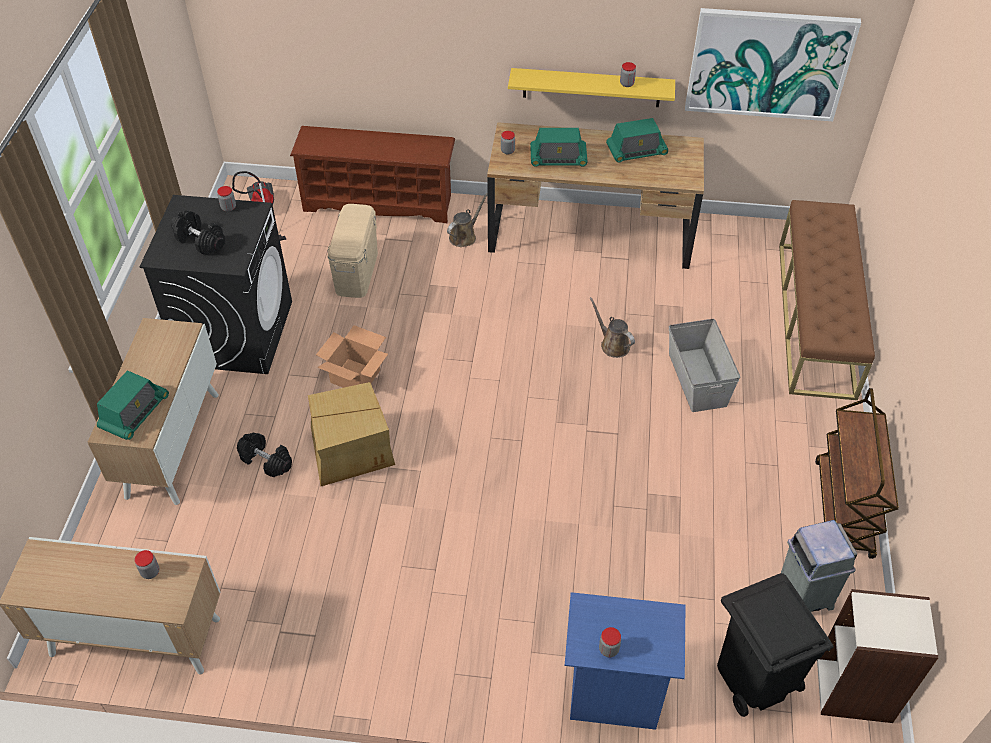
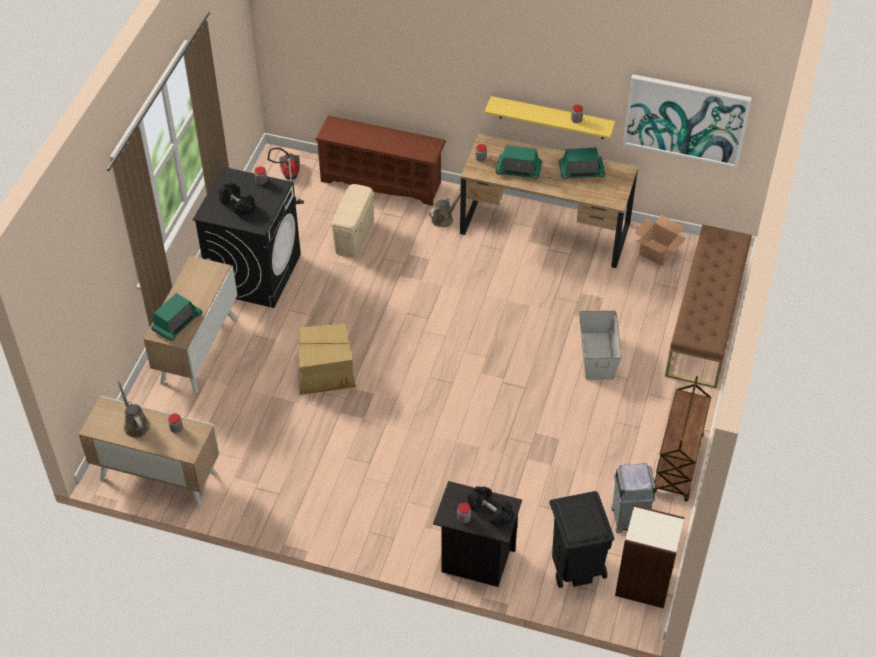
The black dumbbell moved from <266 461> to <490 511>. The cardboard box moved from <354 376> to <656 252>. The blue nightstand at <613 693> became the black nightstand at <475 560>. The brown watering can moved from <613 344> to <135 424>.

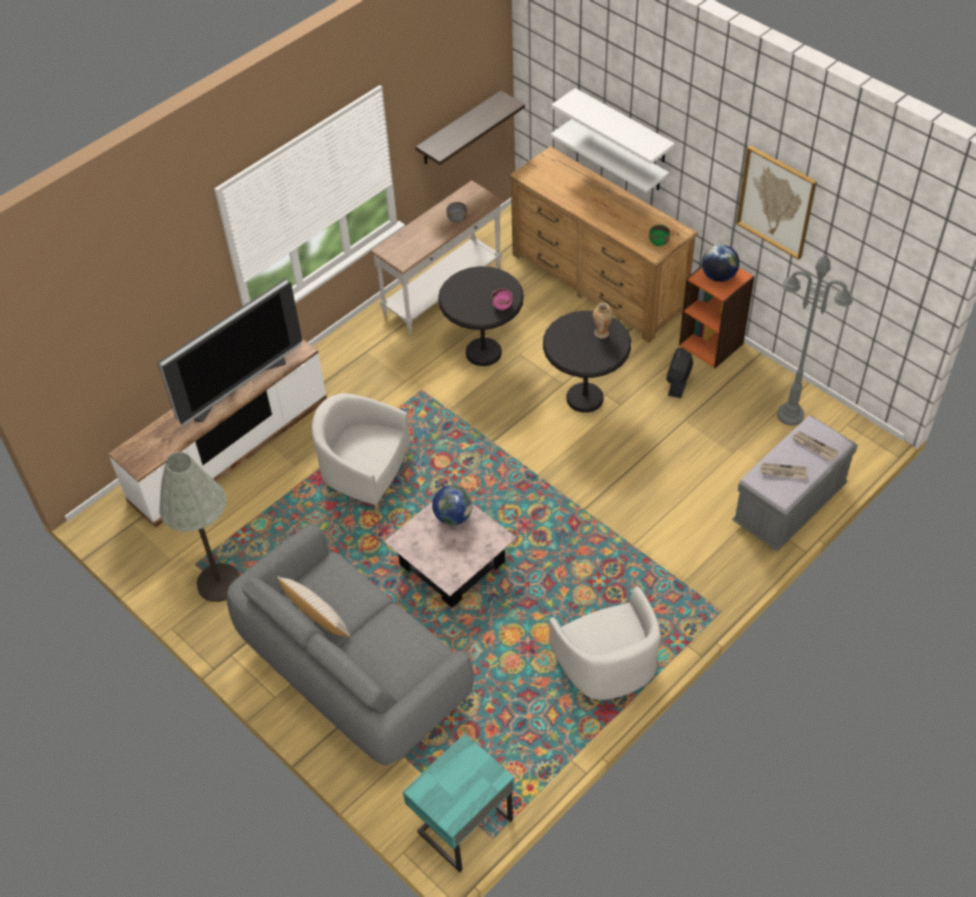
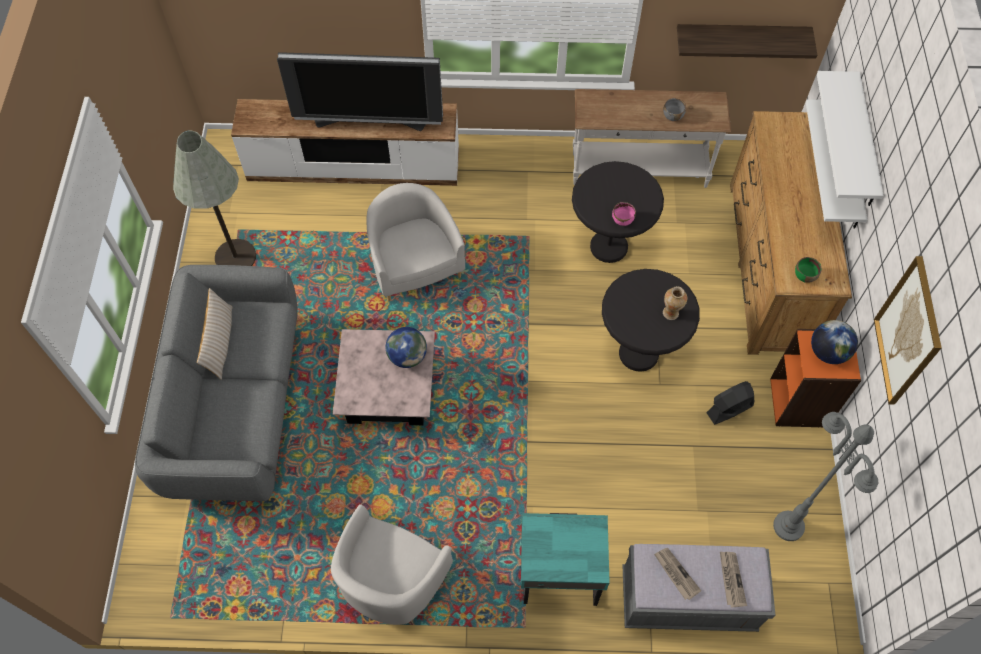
The turquoise nightstand moved from <462 825> to <559 573>.

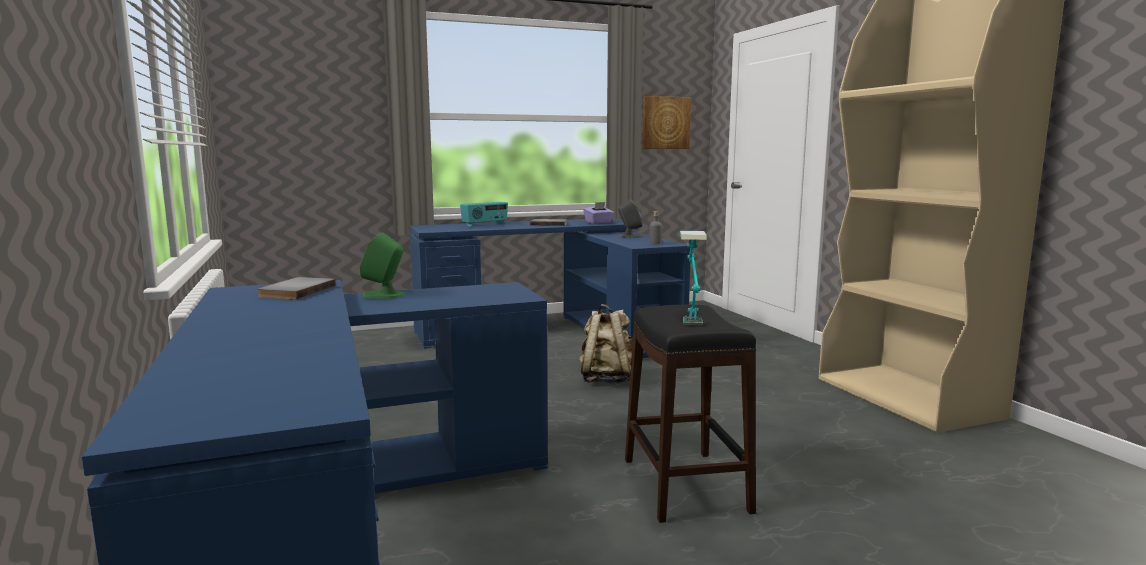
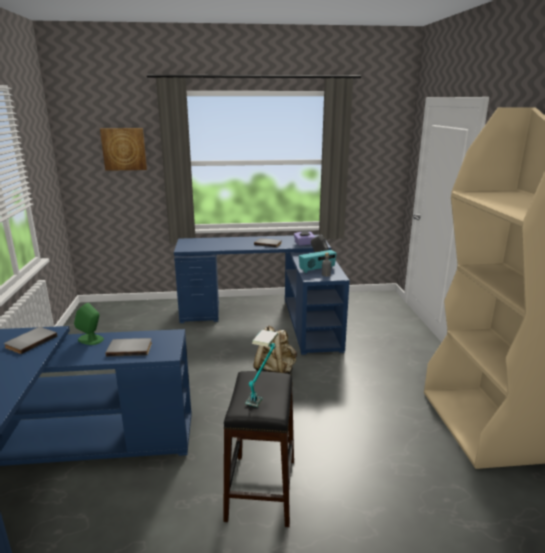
The radio moved from <485 224> to <317 269>. The picture moved from <665 123> to <124 149>. The grey book at <130 348> appeared.

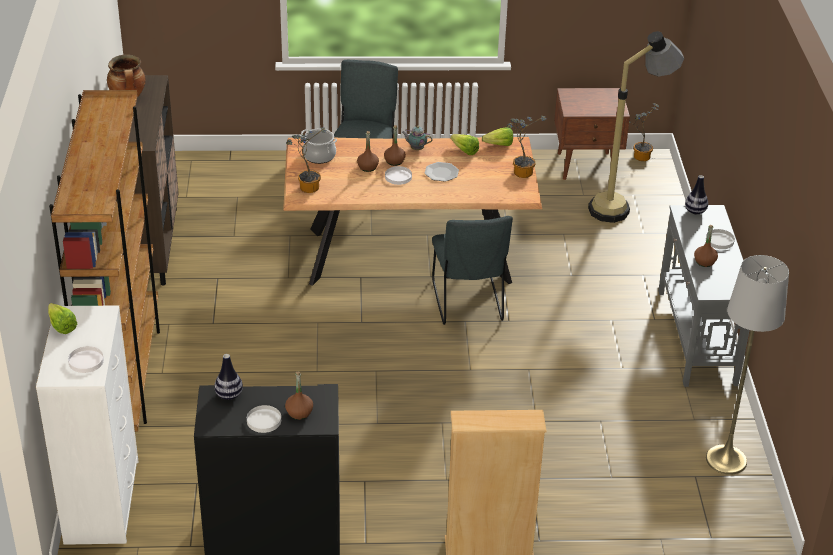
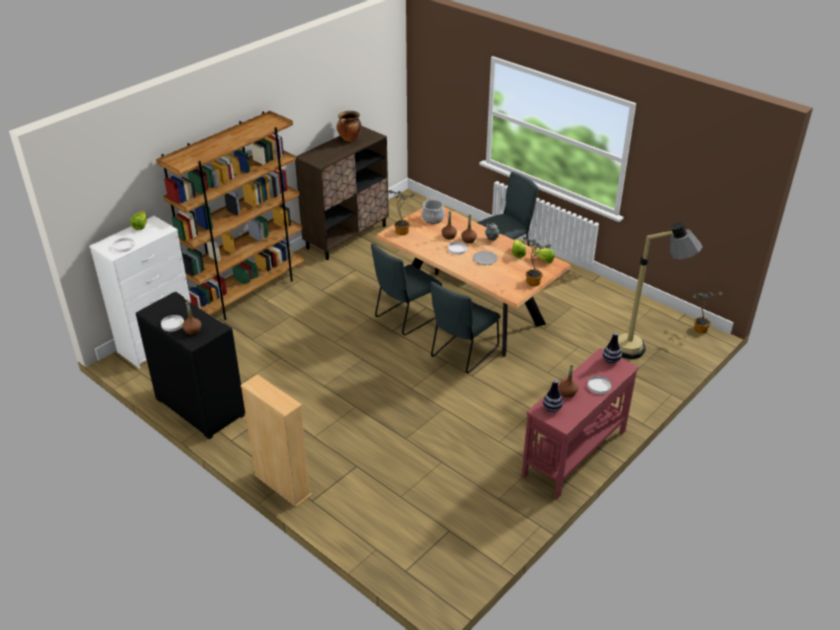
The vase moved from <229 395> to <552 408>. The brown nightstand at <587 166> disappeared. The grey console table at <696 337> became the red console table at <574 453>. The grey floor lamp at <726 460> disappeared. The grey chair at <406 317> appeared.

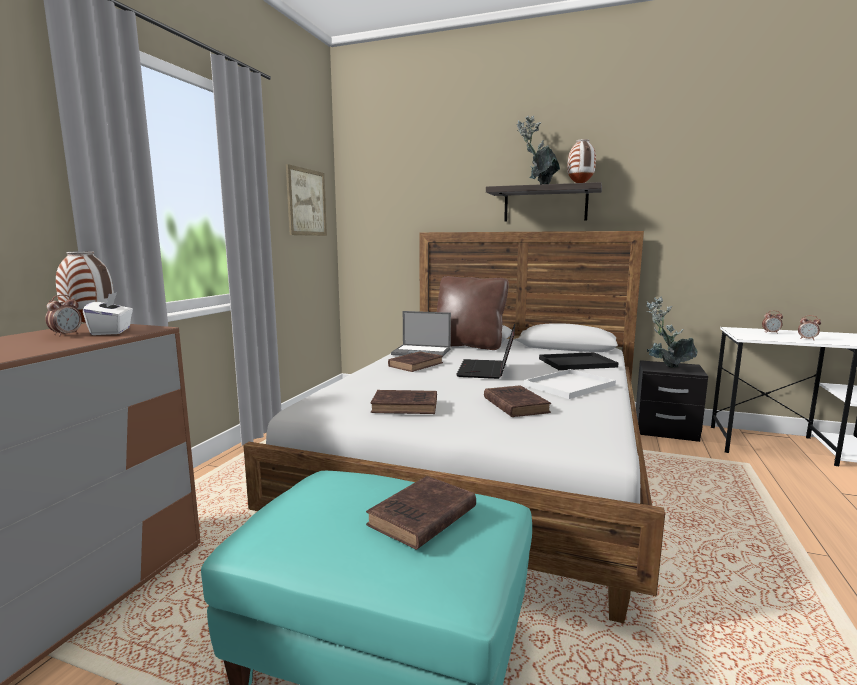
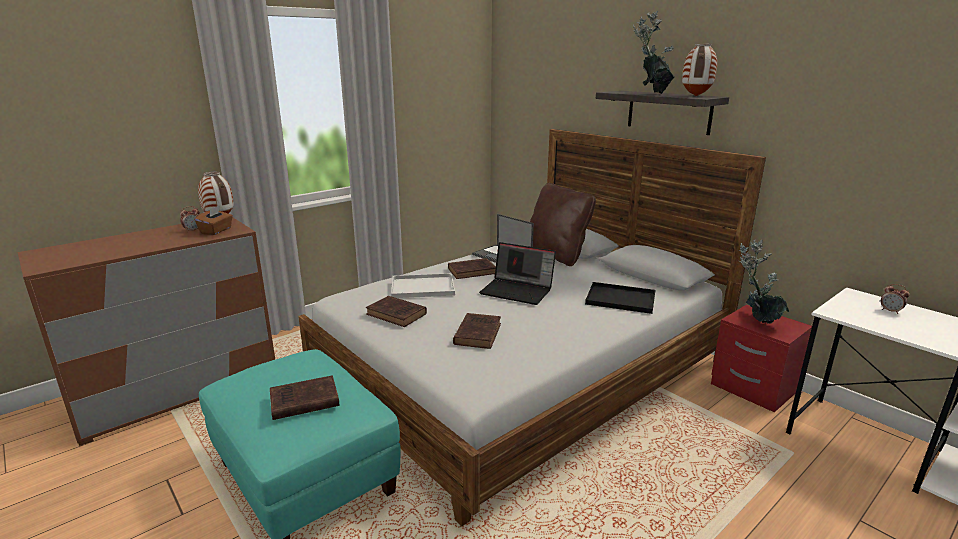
The white tissue box at <112 331> became the brown tissue box at <216 231>. The picture at <306 202> disappeared. The laptop at <487 370> turned 105 degrees counterclockwise. The white tray moved from <569 386> to <421 287>. The black nightstand at <665 431> became the red nightstand at <751 389>. The alarm clock at <807 339> disappeared.

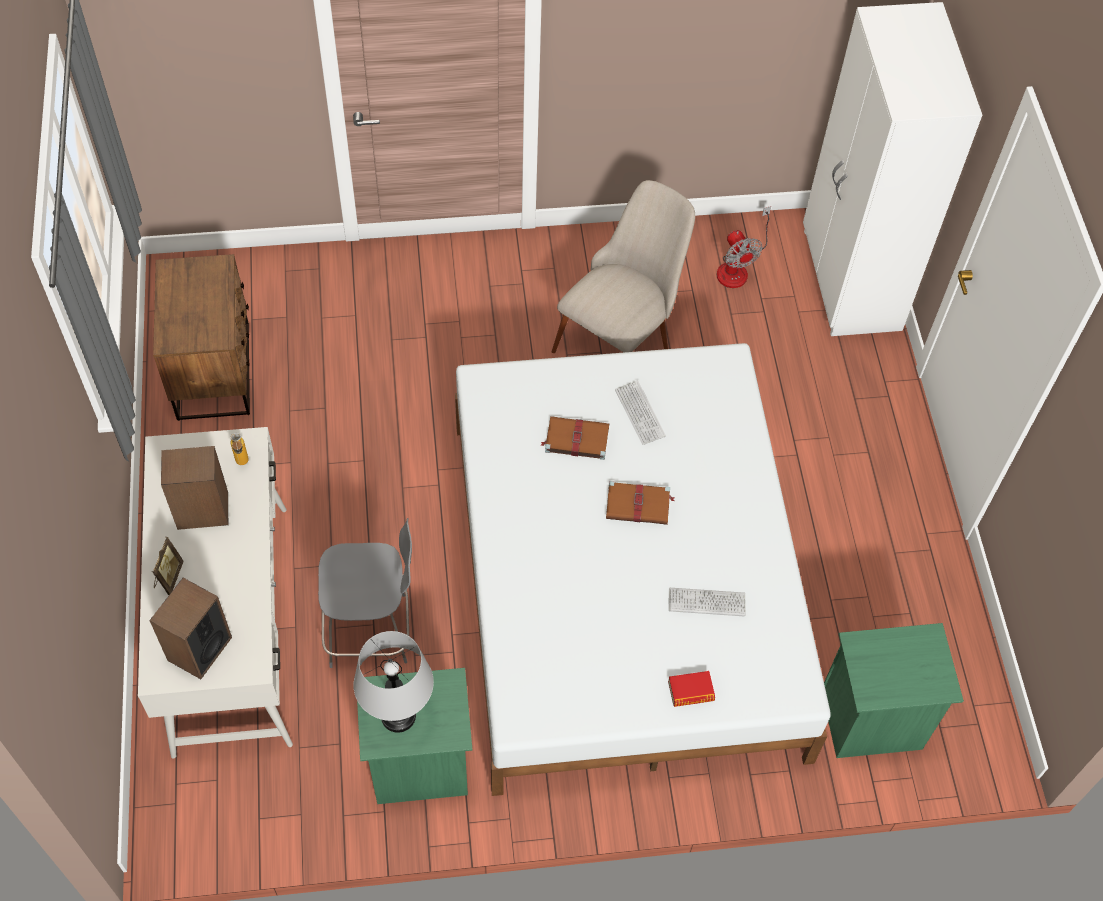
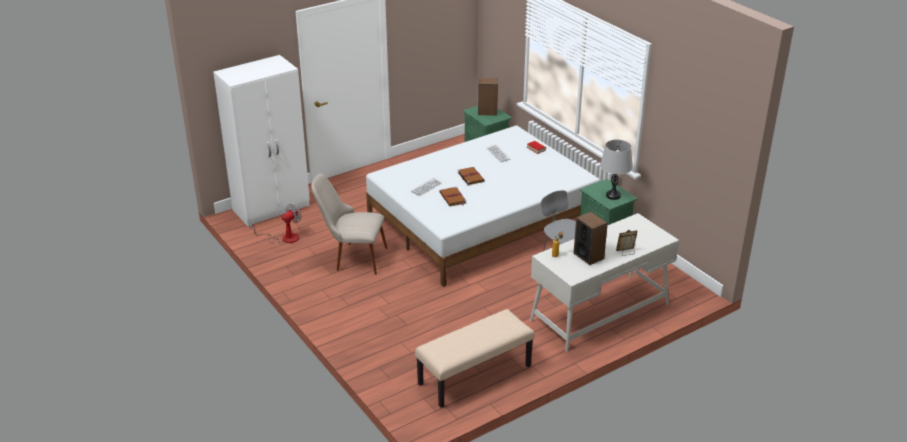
The speaker moved from <199 648> to <487 112>. The brown nightstand at <215 371> was replaced by the beige bench at <475 376>.

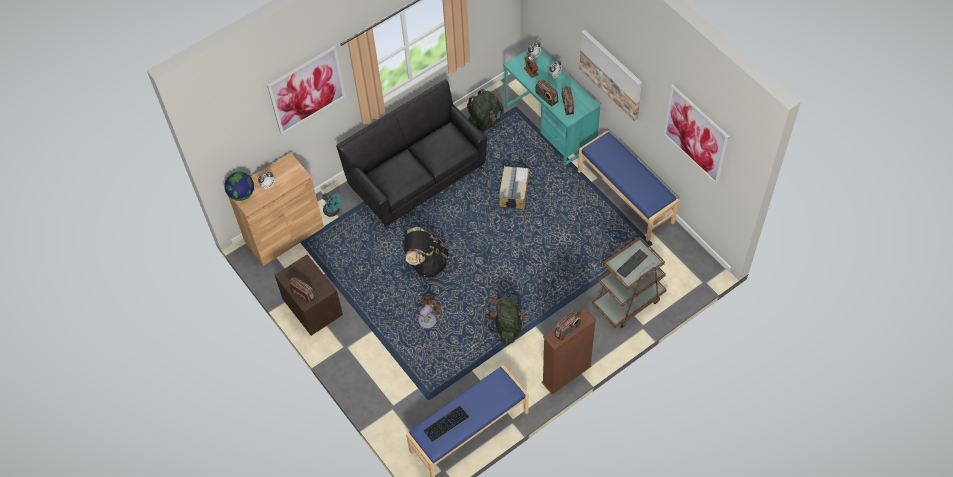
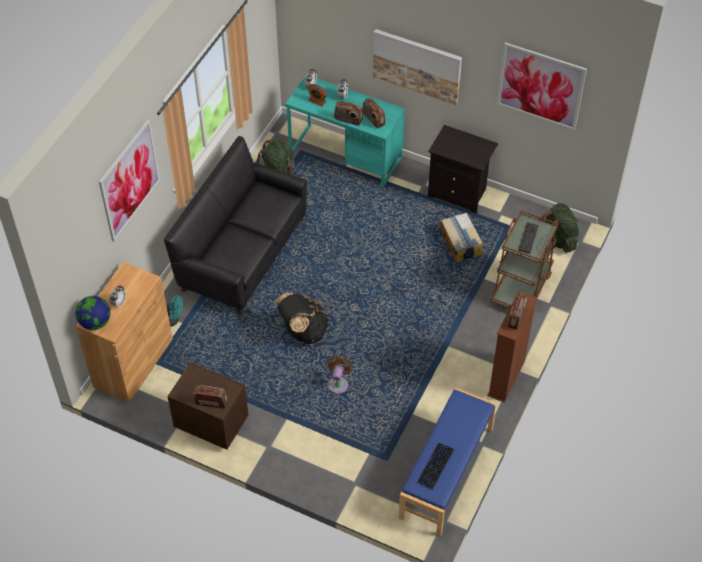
The green backpack moved from <507 327> to <558 239>. The cardboard box moved from <514 192> to <460 243>. The blue bench at <626 196> was replaced by the black nightstand at <459 193>.

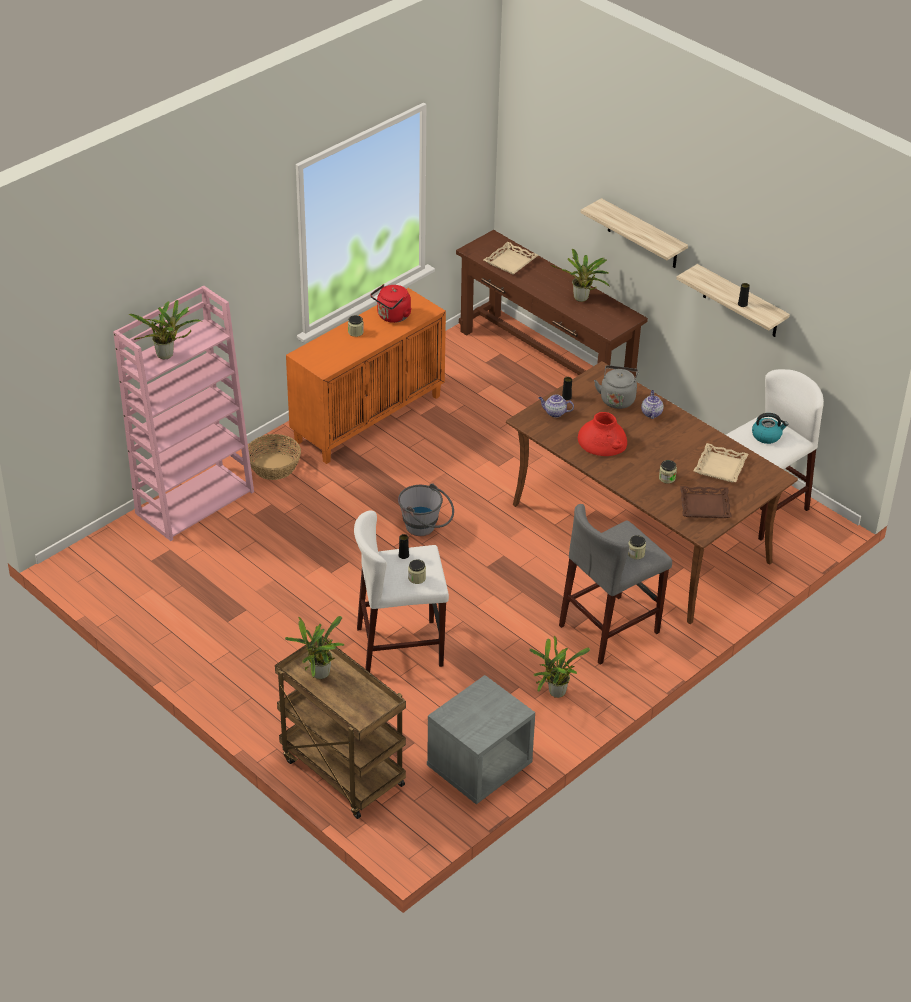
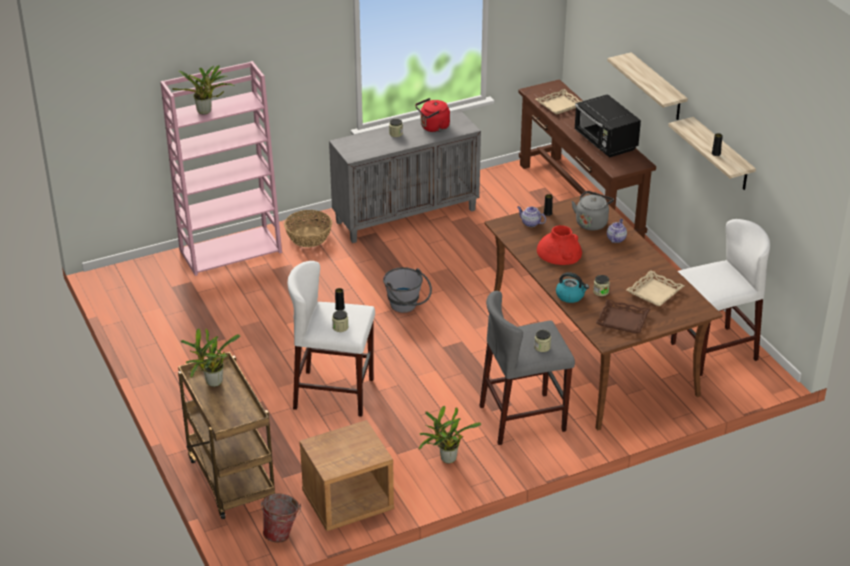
The orange cabinet at <368 418> became the grey cabinet at <406 215>. The grey nightstand at <479 767> became the brown nightstand at <347 503>. The potted plant at <581 299> was replaced by the black microwave at <605 143>. The kettle moved from <767 436> to <570 296>. The bucket at <282 533> appeared.

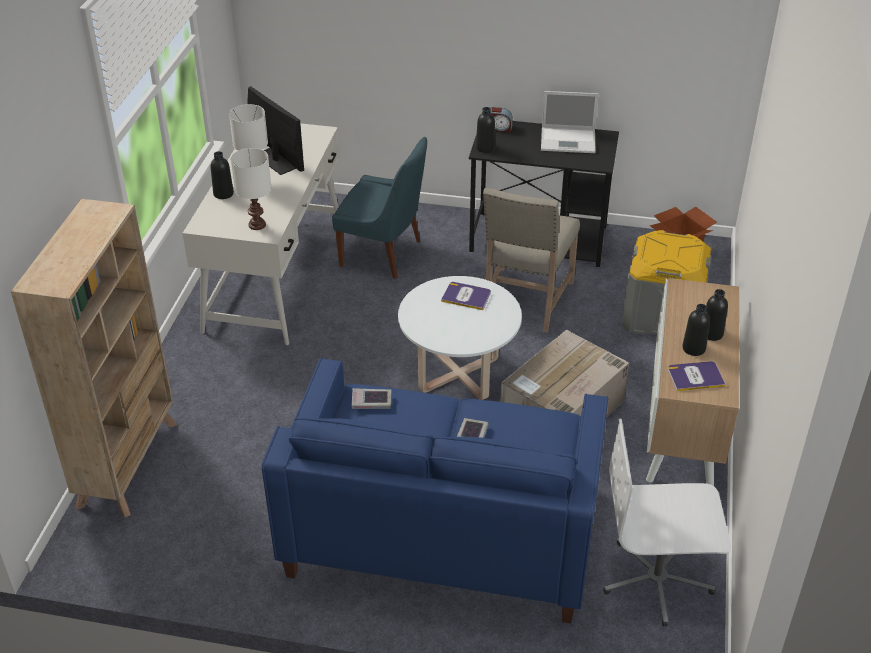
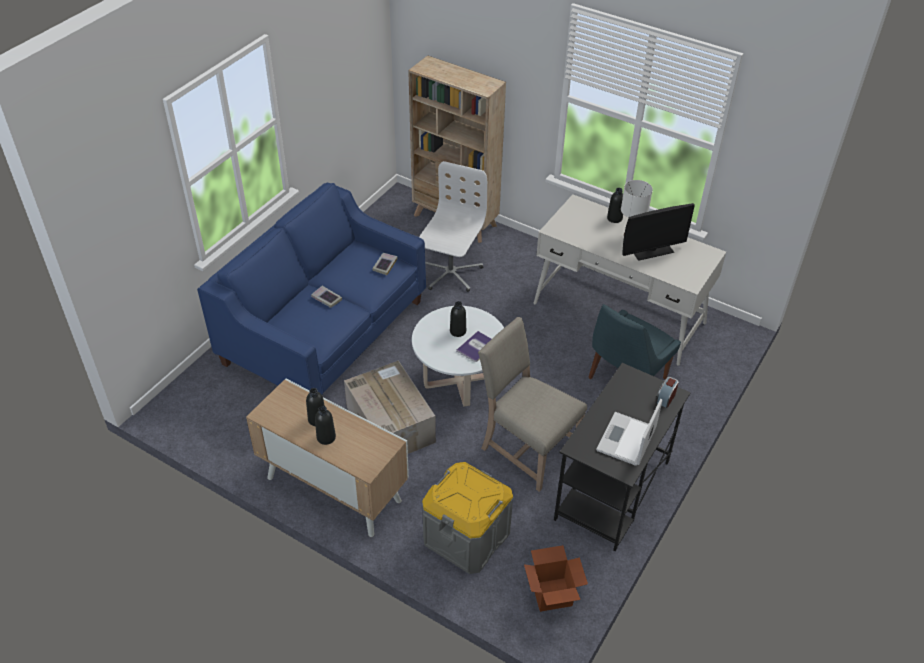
The white table lamp at <257 225> disappeared. The black bottle moved from <485 148> to <458 331>. The white office chair moved from <657 580> to <450 273>. The book at <695 377> disappeared.

